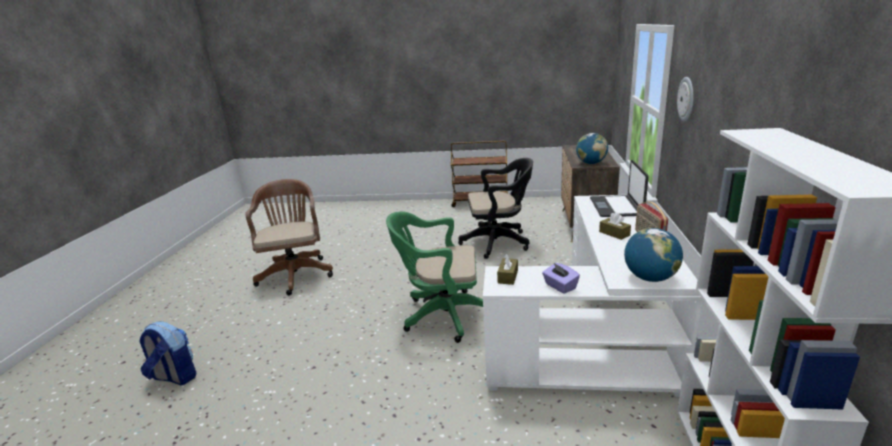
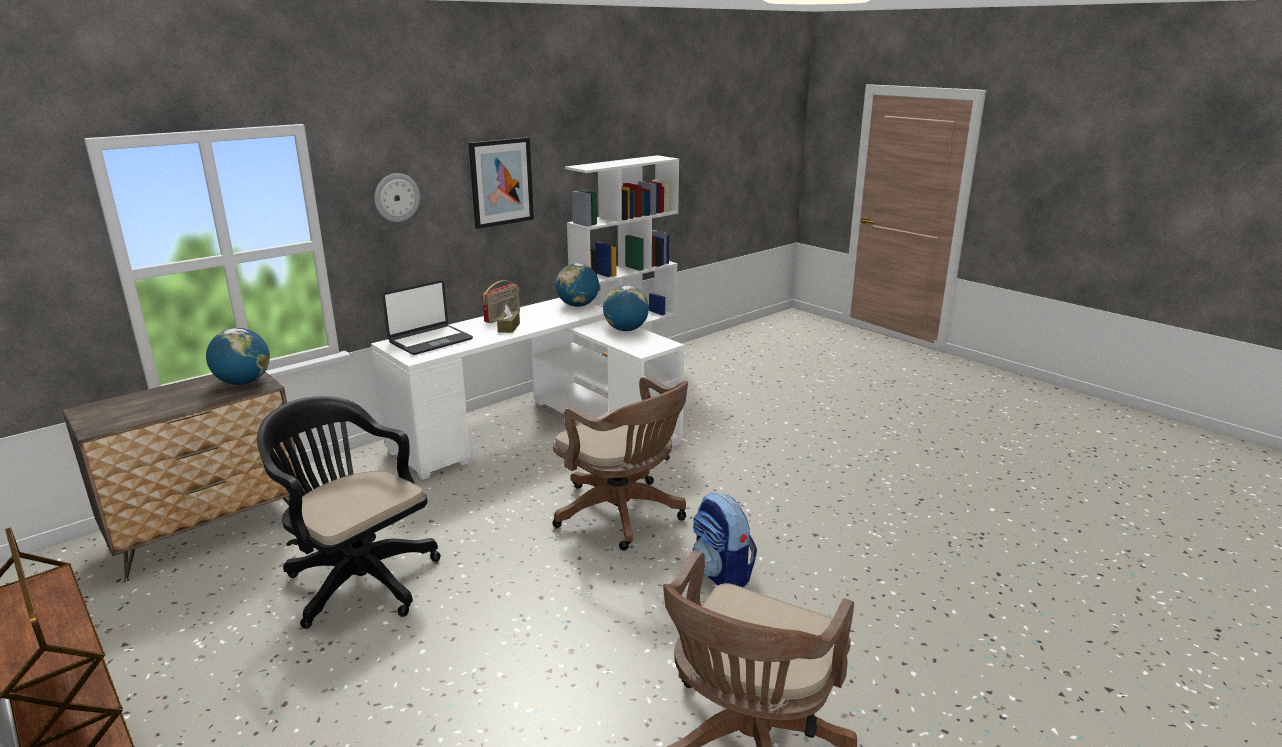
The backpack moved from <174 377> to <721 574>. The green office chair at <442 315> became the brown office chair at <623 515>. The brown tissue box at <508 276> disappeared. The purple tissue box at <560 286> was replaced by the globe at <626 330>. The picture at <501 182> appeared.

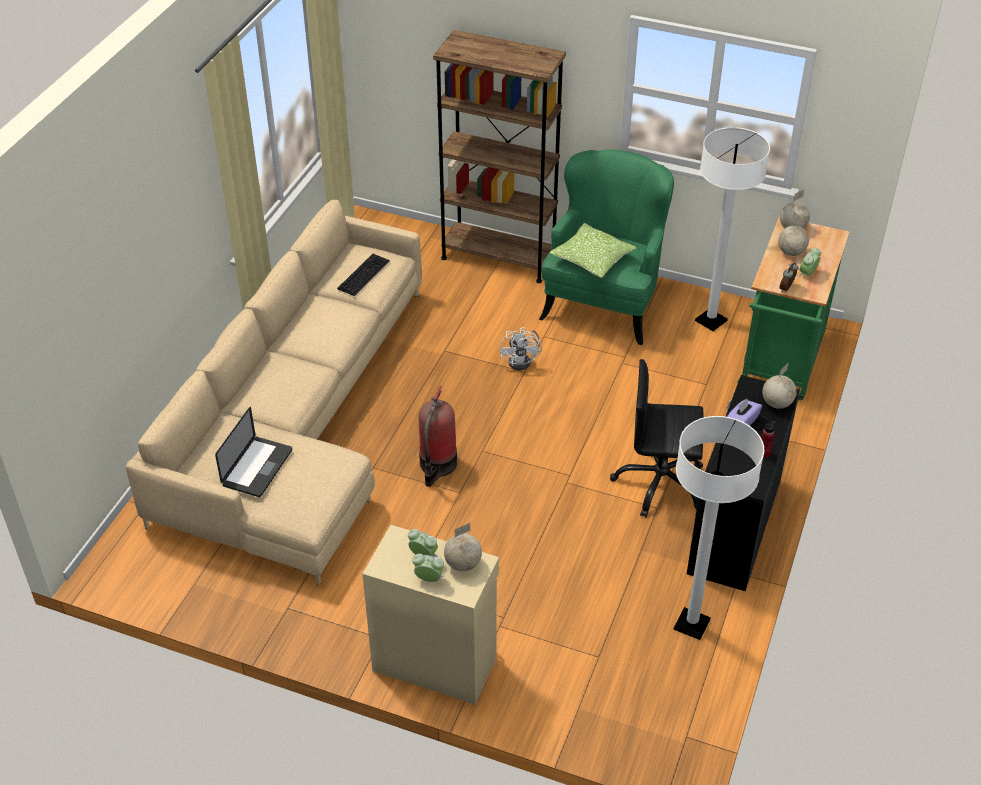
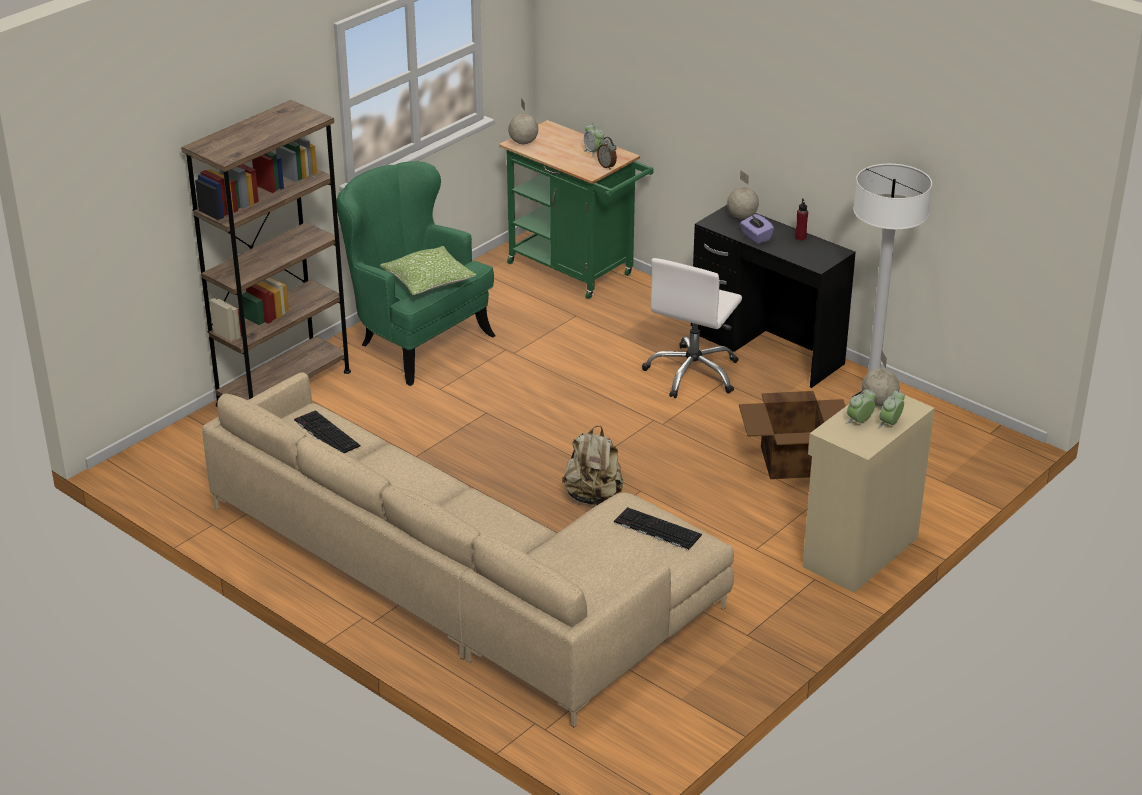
The laptop at <257 467> disappeared. The fire extinguisher at <437 465> was replaced by the beige backpack at <593 497>. The white fan at <523 361> disappeared. The black office chair at <659 483> became the white office chair at <693 373>. The white floor lamp at <711 321> disappeared. The globe at <791 252> disappeared. The keyboard at <656 529> appeared. The cardboard box at <793 461> appeared.

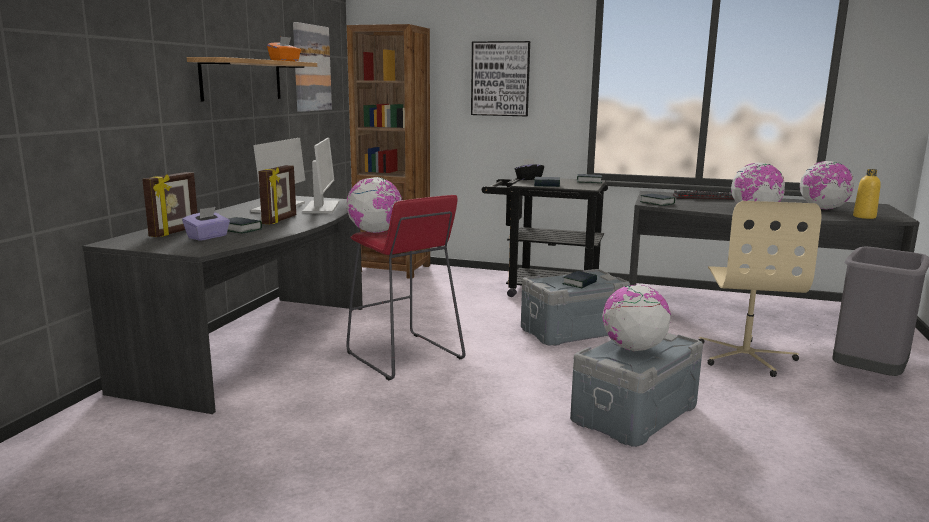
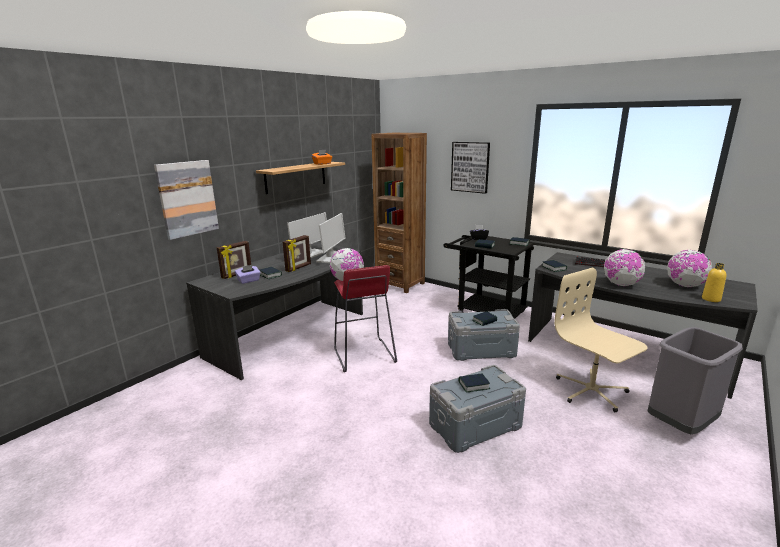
The picture moved from <311 68> to <187 198>. The globe at <633 348> was replaced by the book at <473 385>. The beige office chair at <746 357> turned 120 degrees clockwise.

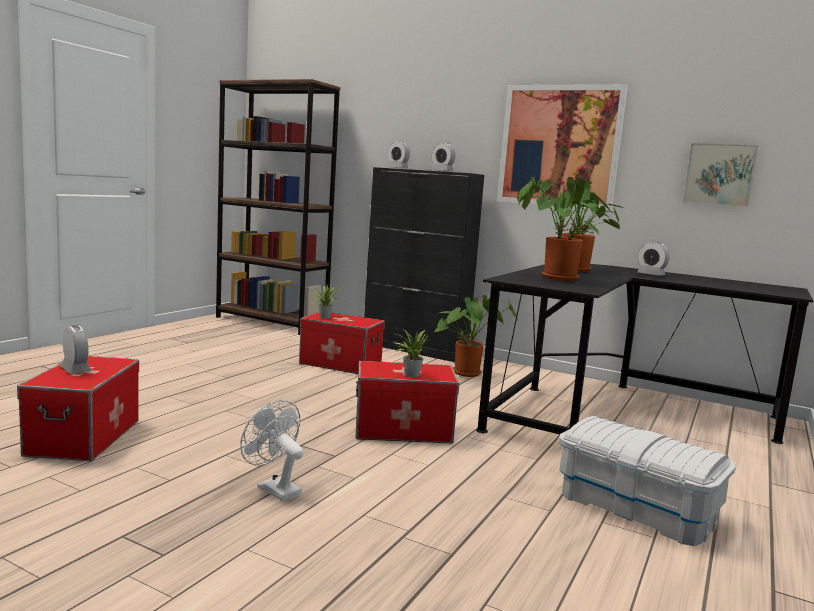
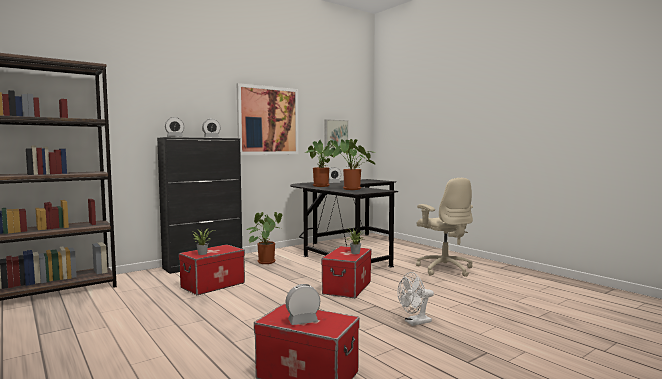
The white storage box at <635 508> was replaced by the beige office chair at <444 269>.

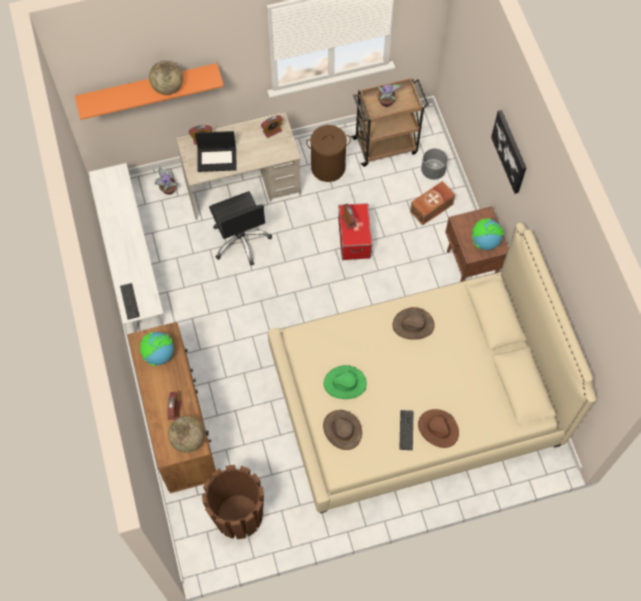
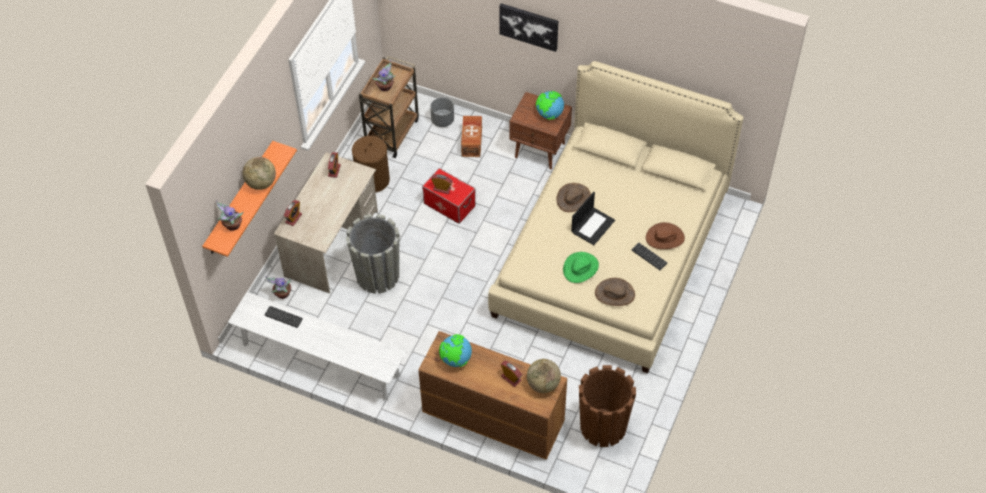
The keyboard moved from <129 301> to <283 317>. The laptop moved from <217 158> to <593 225>. The black office chair at <241 240> was replaced by the grey planter at <377 275>. The potted plant at <232 225> appeared.

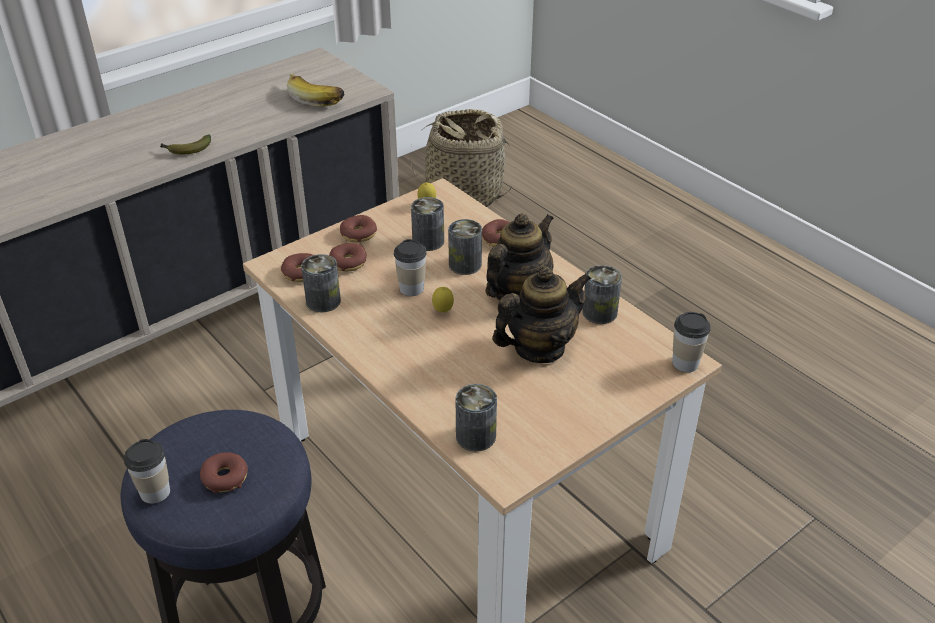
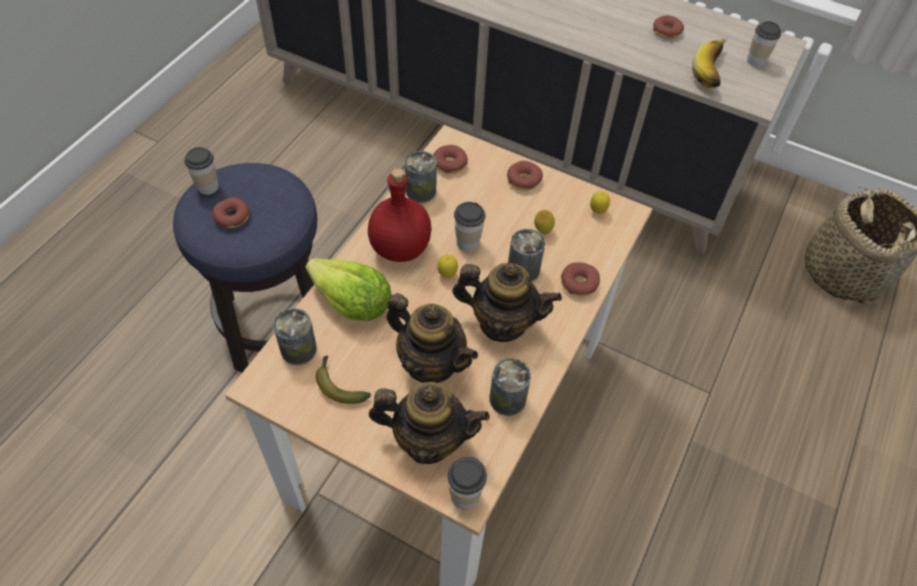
The banana moved from <186 150> to <338 384>. The donut moved from <348 263> to <666 31>. The can at <428 241> was replaced by the lemon at <542 231>. The lettuce at <351 303> appeared. The red bottle at <401 248> appeared. The teapot at <428 439> appeared. The cup at <756 61> appeared.

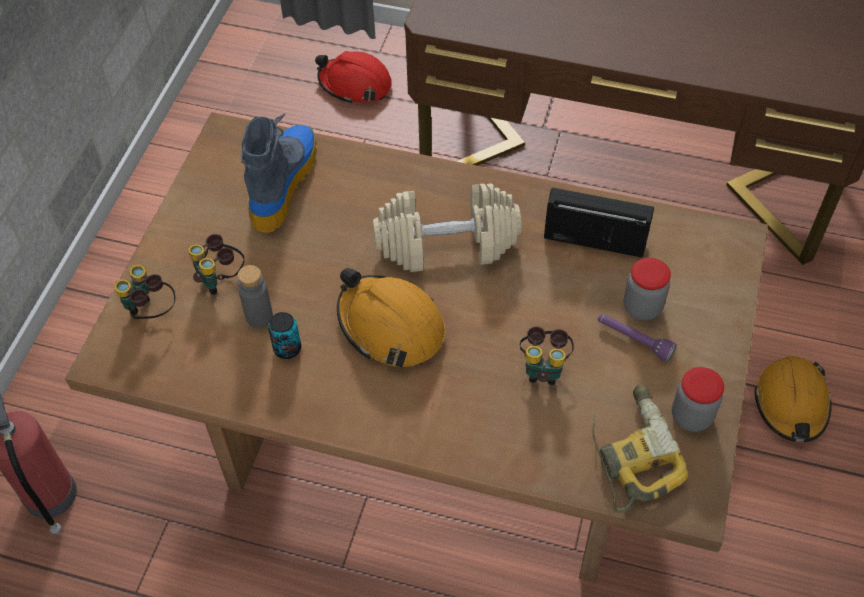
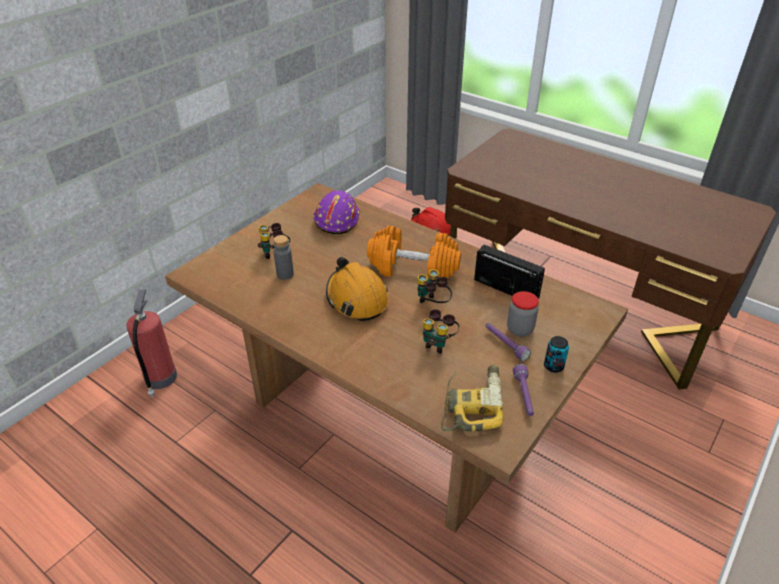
The binoculars moved from <151 313> to <432 304>. The boot at <283 182> was replaced by the purple hard hat at <336 220>. The can moved from <287 348> to <553 366>. The beige dumbbell at <446 245> became the orange dumbbell at <413 269>. The jar at <691 416> was replaced by the purple flashlight at <524 395>. The orange hard hat at <791 405> disappeared.

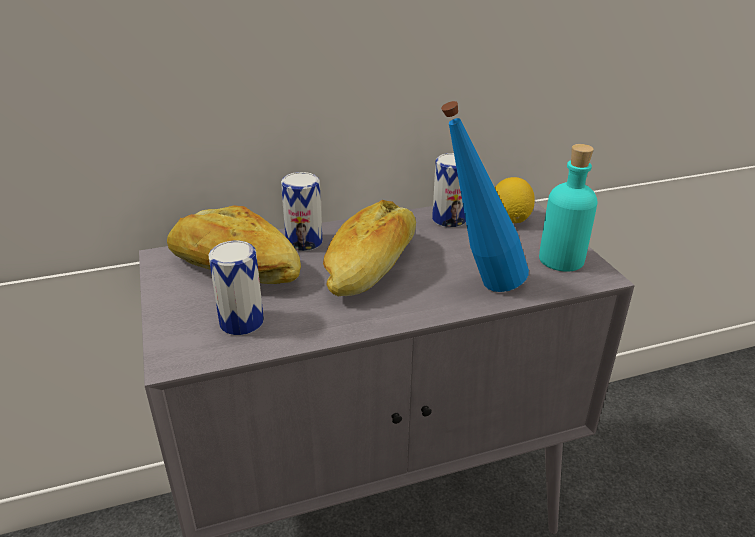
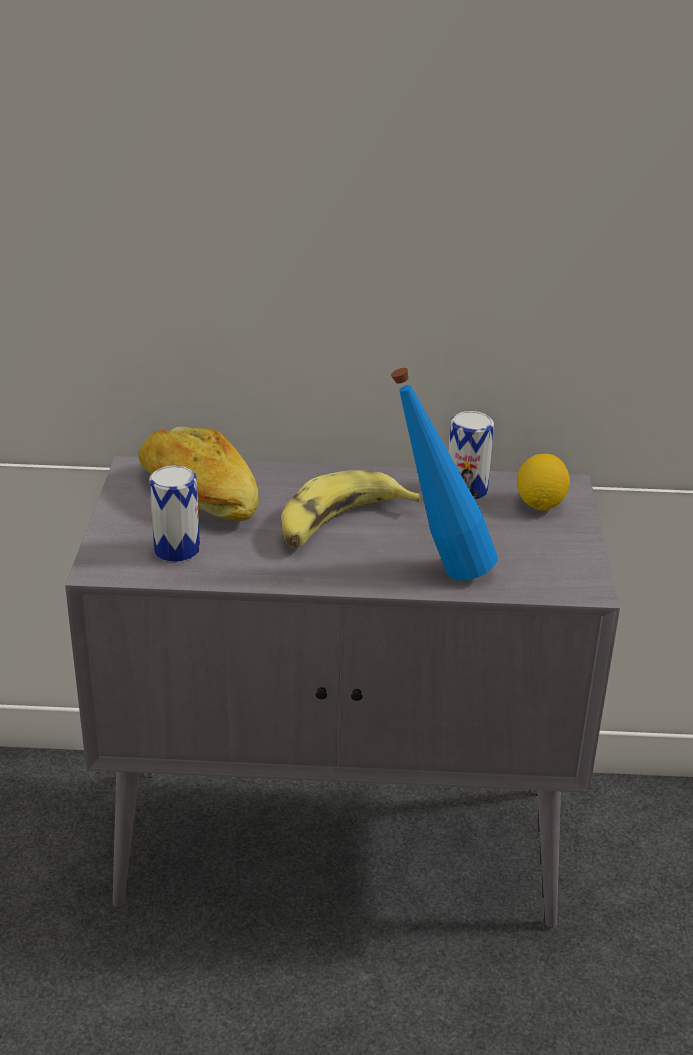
The can at <304 242> disappeared. The bread at <372 267> was replaced by the banana at <340 524>. The turquoise bottle at <561 259> disappeared.

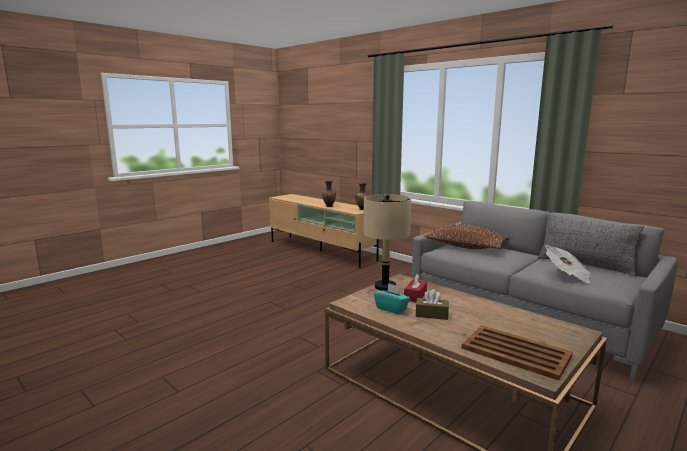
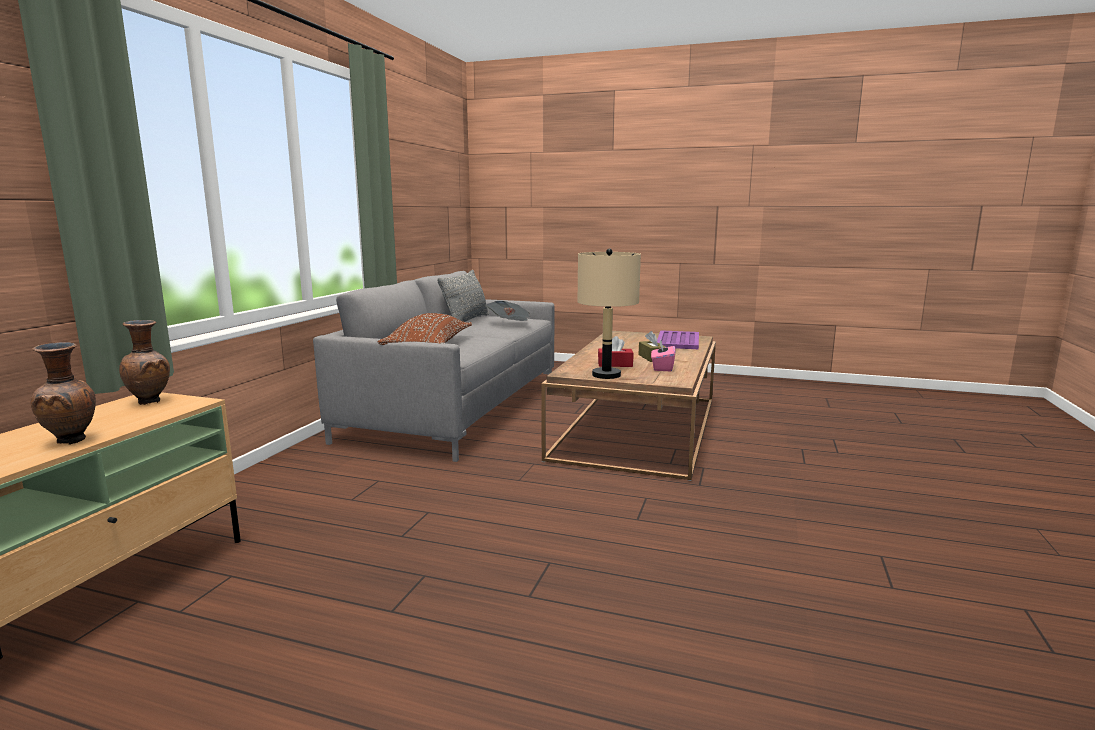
The turquoise tissue box at <391 308> became the pink tissue box at <662 368>. The brown tray at <516 352> became the purple tray at <678 341>.

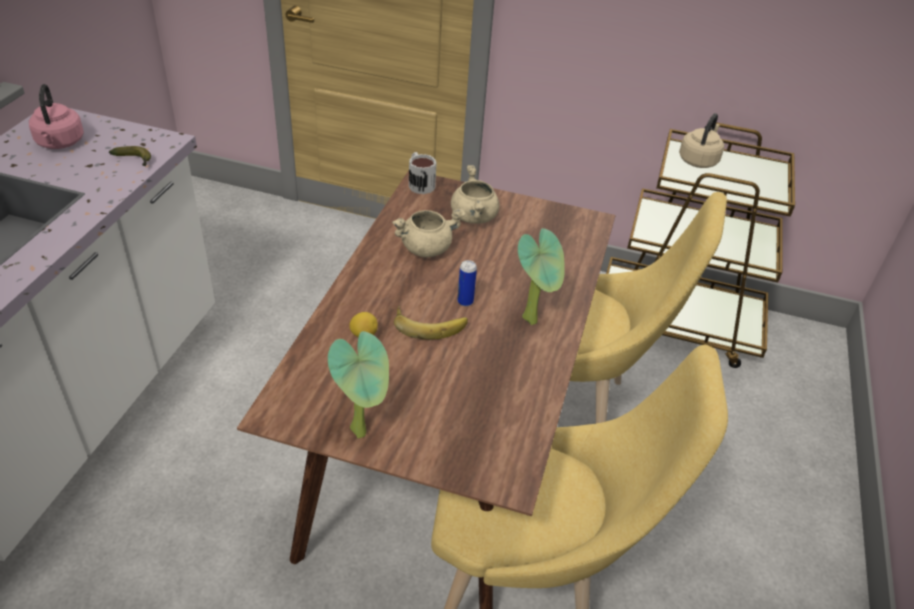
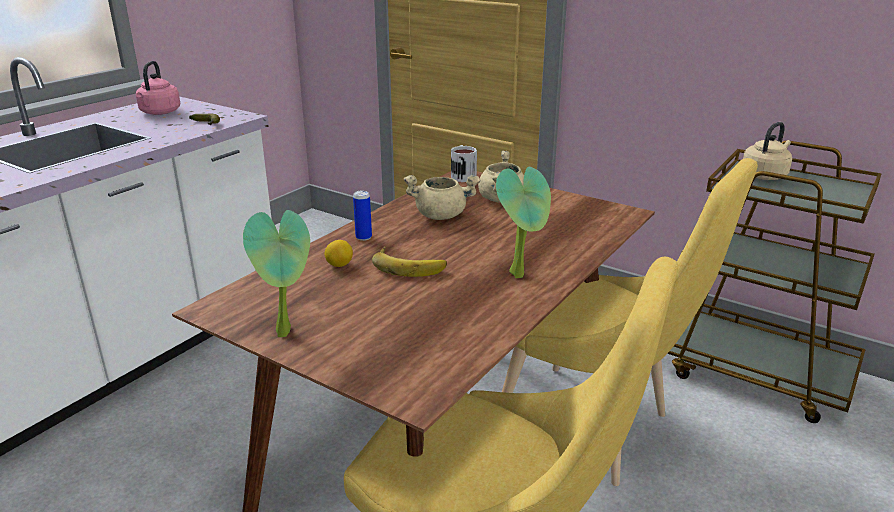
The can moved from <465 301> to <363 237>.

